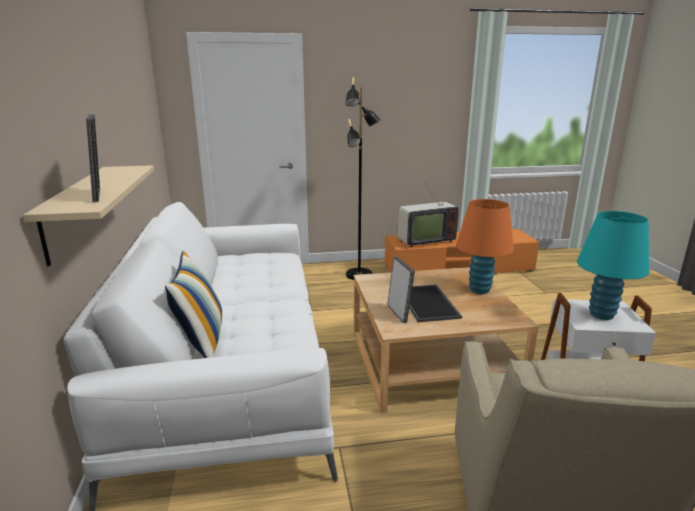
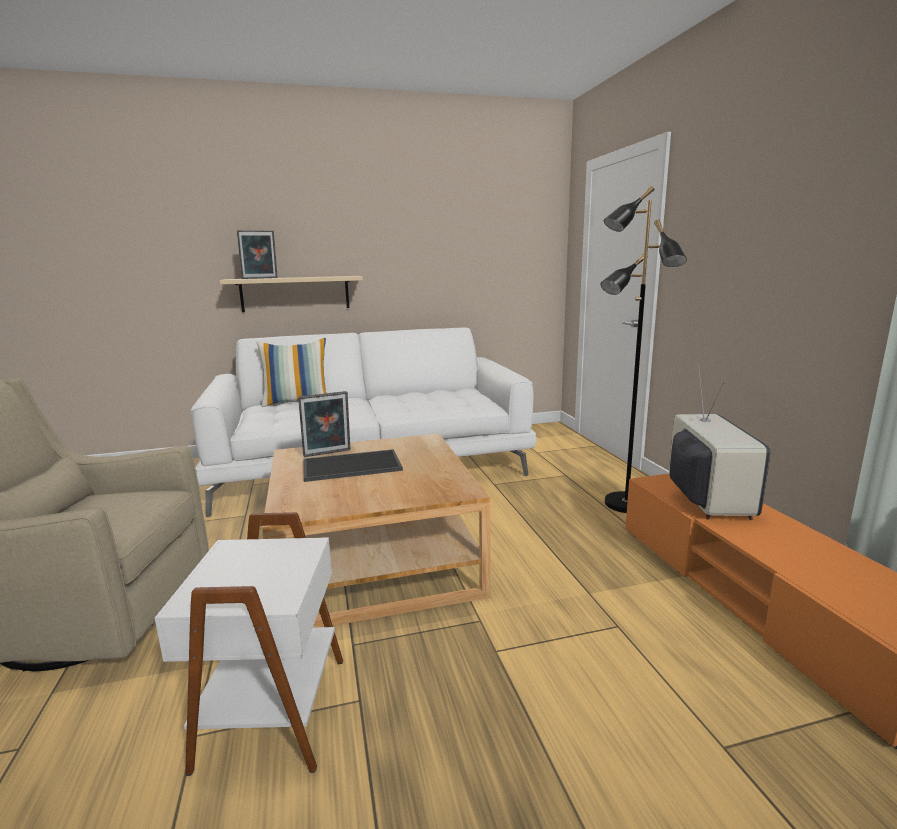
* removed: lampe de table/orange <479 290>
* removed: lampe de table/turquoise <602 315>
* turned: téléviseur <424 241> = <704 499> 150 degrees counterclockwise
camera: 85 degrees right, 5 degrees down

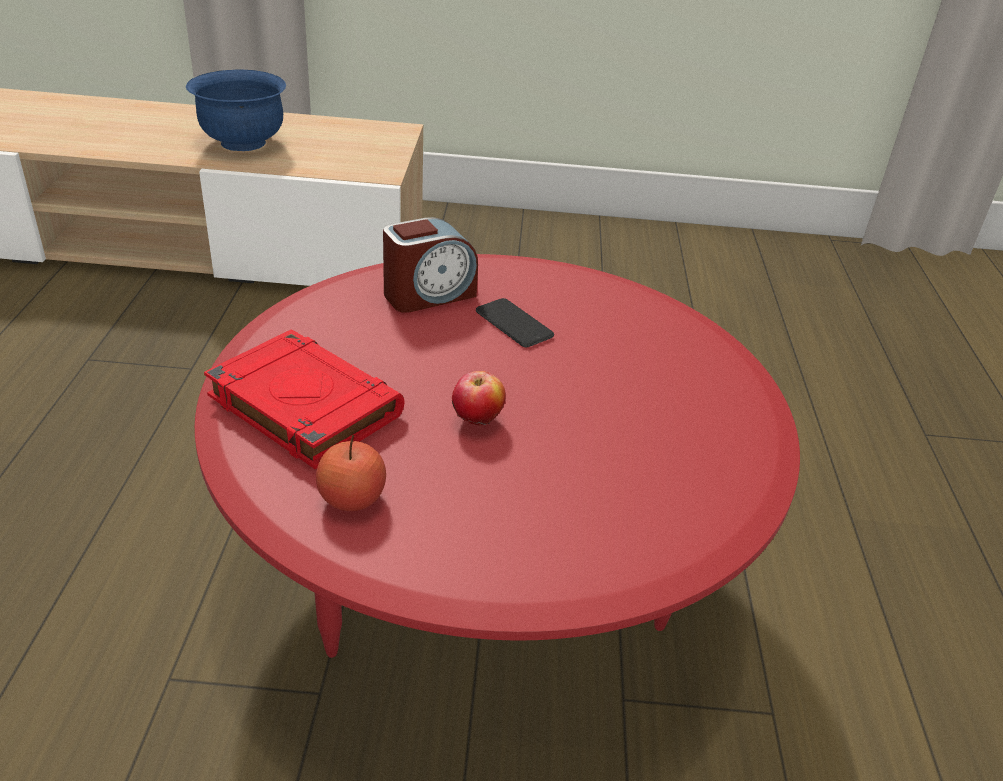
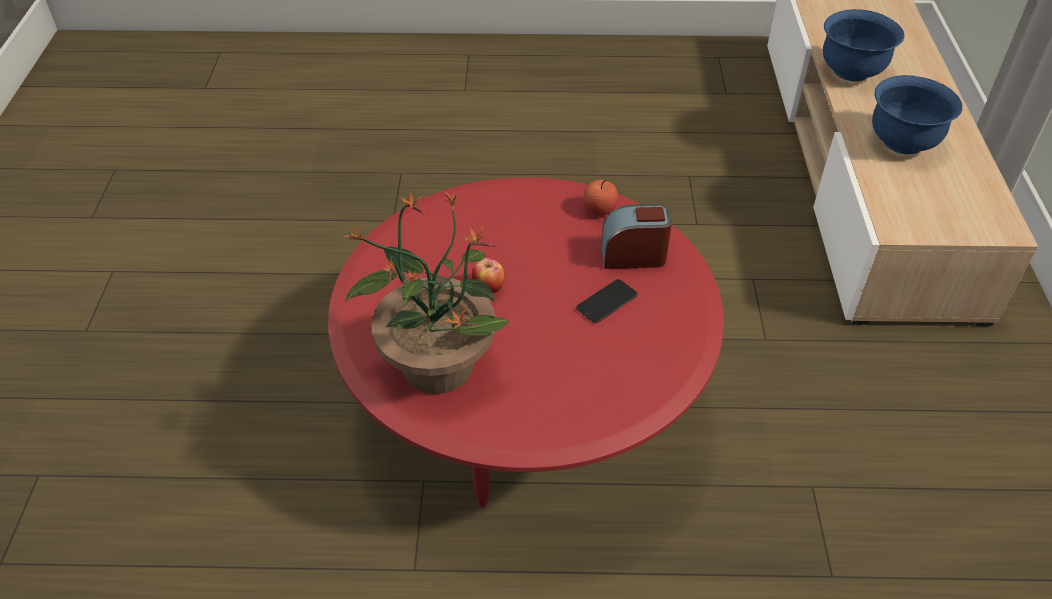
* removed: livre/rouge <302 405>
* added: plante en pot <437 364>
* added: bol/bleu <852 71>
* moved: pomme <352 499> to <599 210>
* turned: réveil <428 295> = <633 255> 120 degrees clockwise
camera: 90 degrees right, 10 degrees up

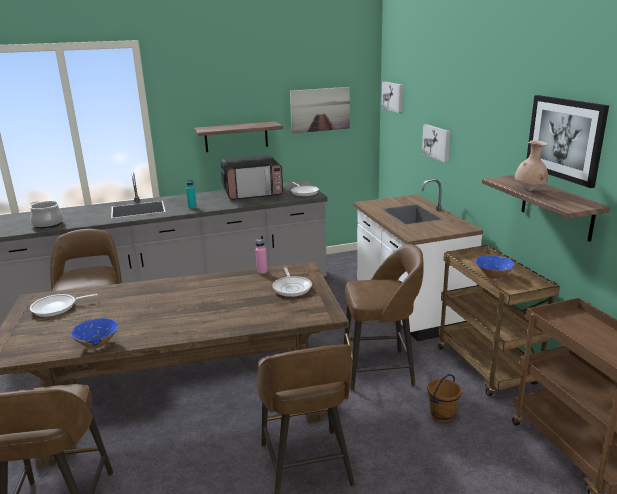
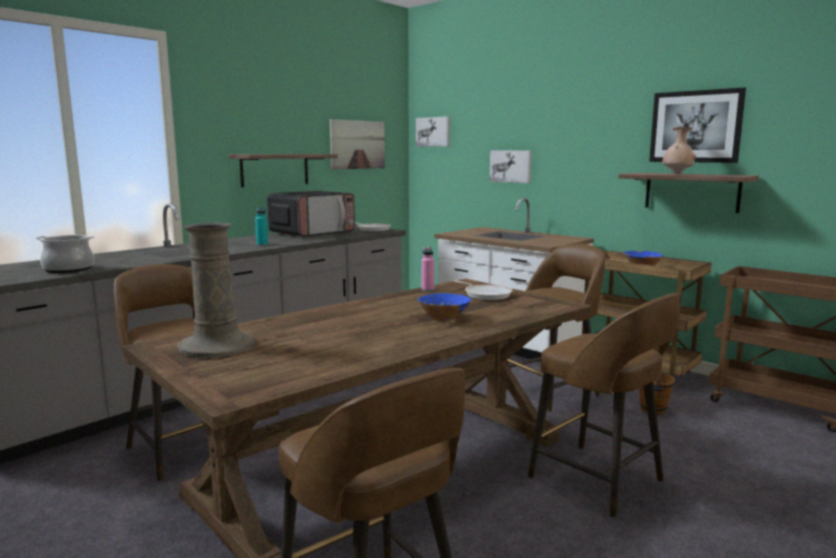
* moved: bol/bleu <97 344> to <443 318>
* replaced: poêle <57 308> to vase/beige <218 346>
camera: 30 degrees left, 10 degrees down

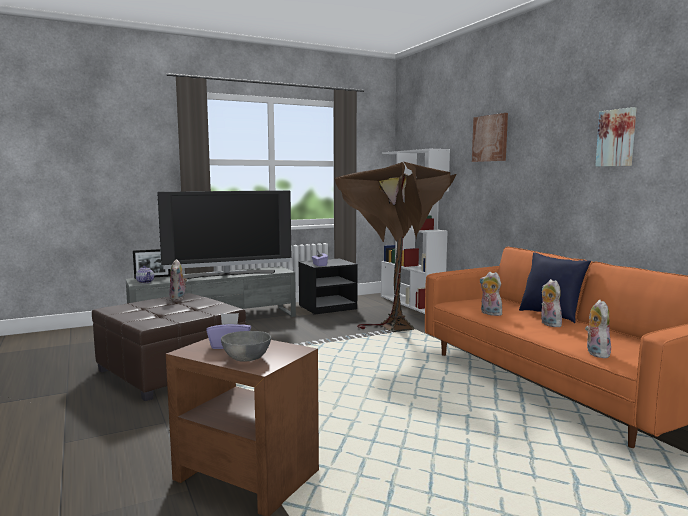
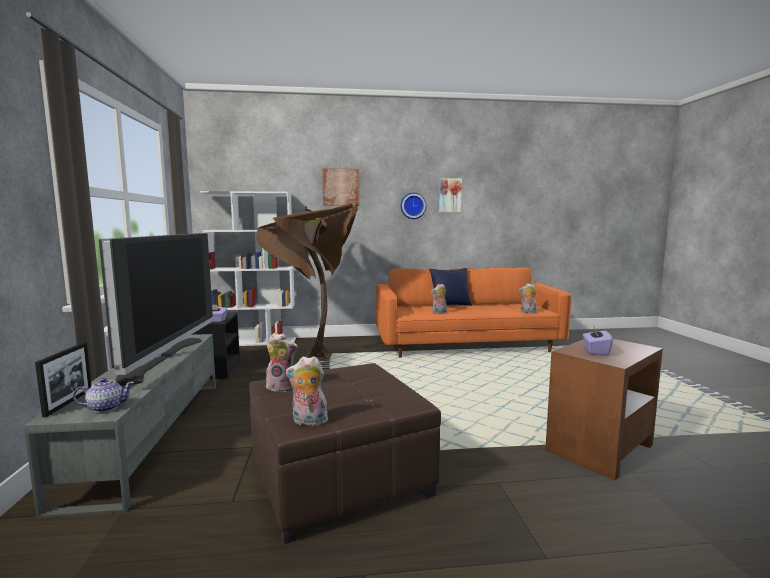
* removed: bol/gris <245 359>
* added: horloge murale <413 206>
* moved: peluche <548 324> to <308 422>
camera: 70 degrees left, 0 degrees up

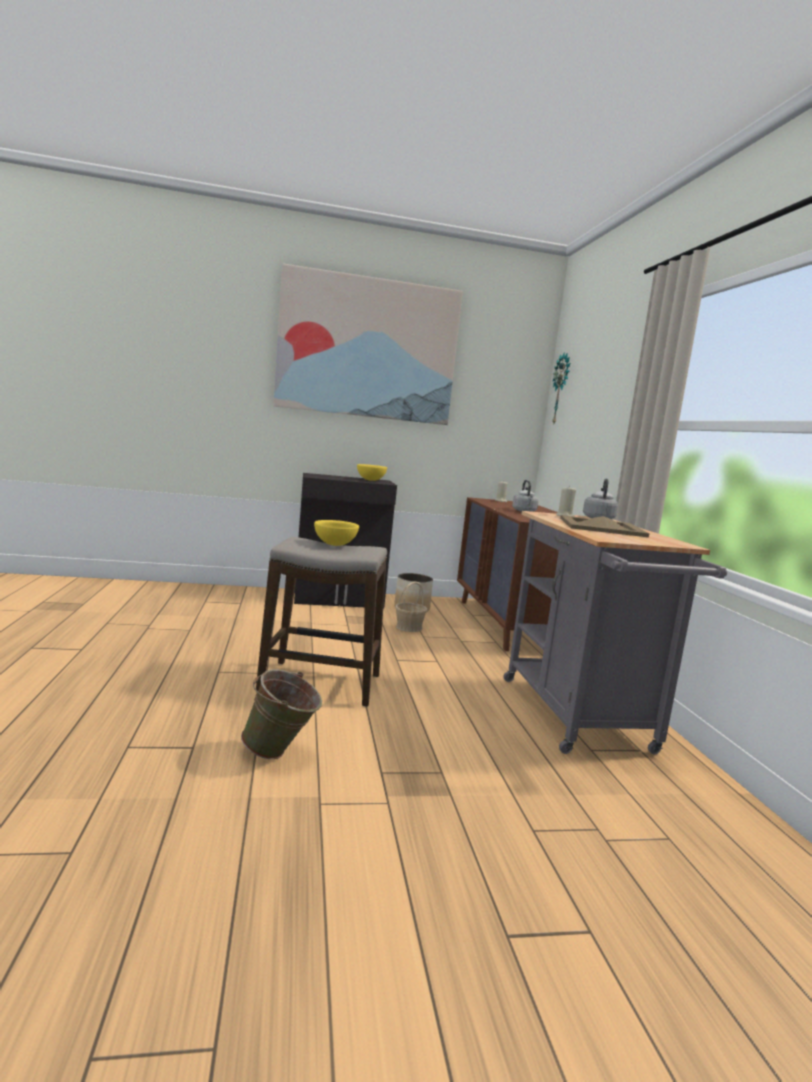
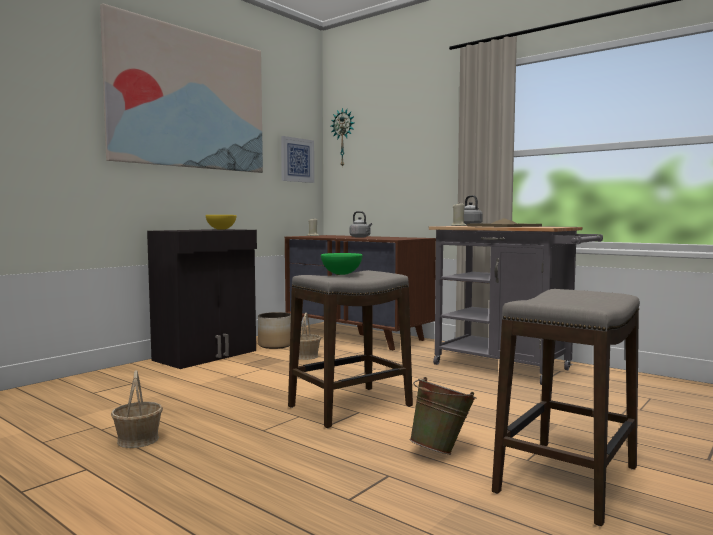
* added: panier <138 440>
* added: tableau <297 160>
* added: tabouret <568 480>
* recoloured: bol/jaune <335 544> to bol/vert <341 274>
camera: 40 degrees left, 5 degrees down

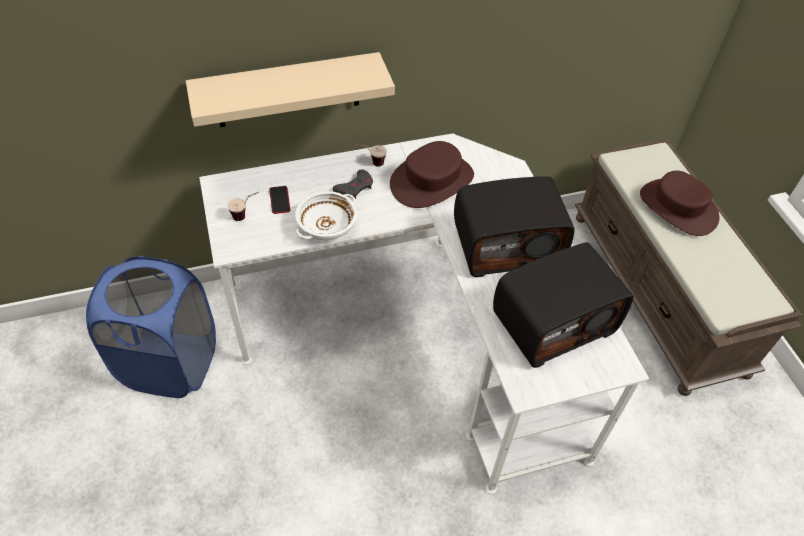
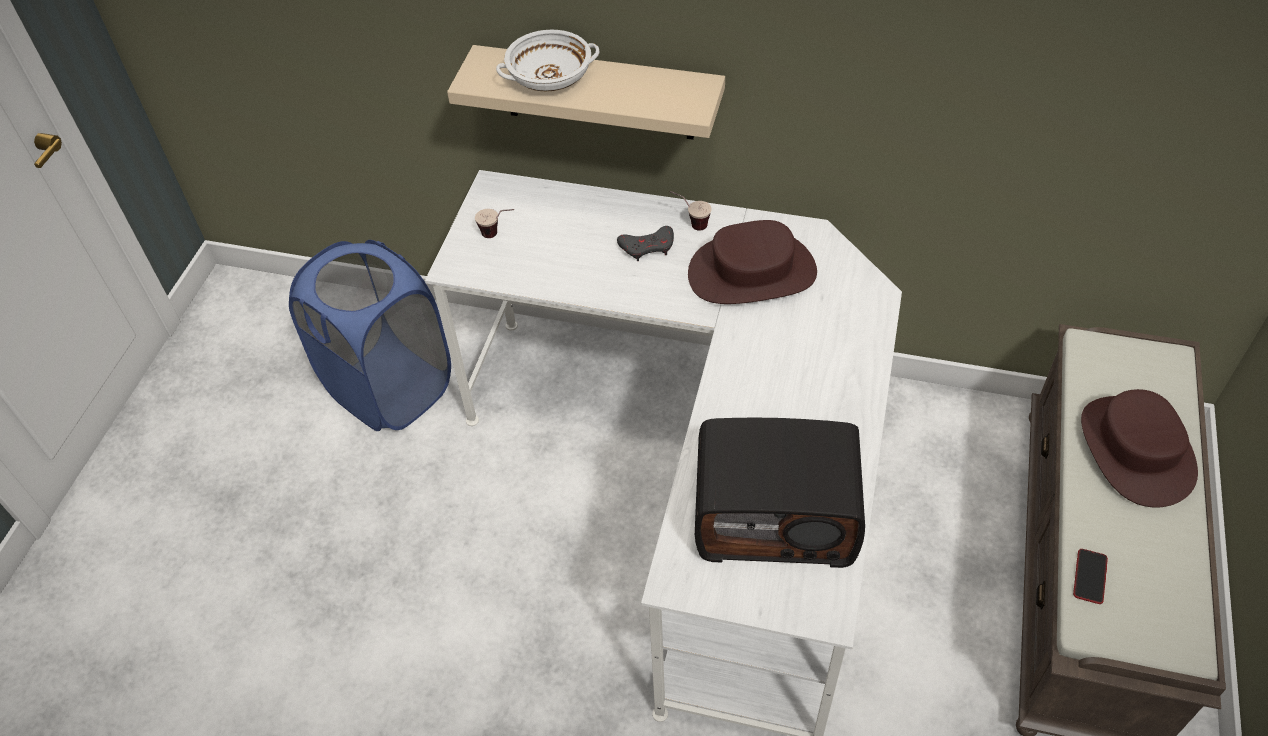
* removed: radio <507 245>
* moved: téléphone <280 200> to <1090 576>
* moved: bol/blanc <327 227> to <549 79>
camera: 35 degrees right, 0 degrees up

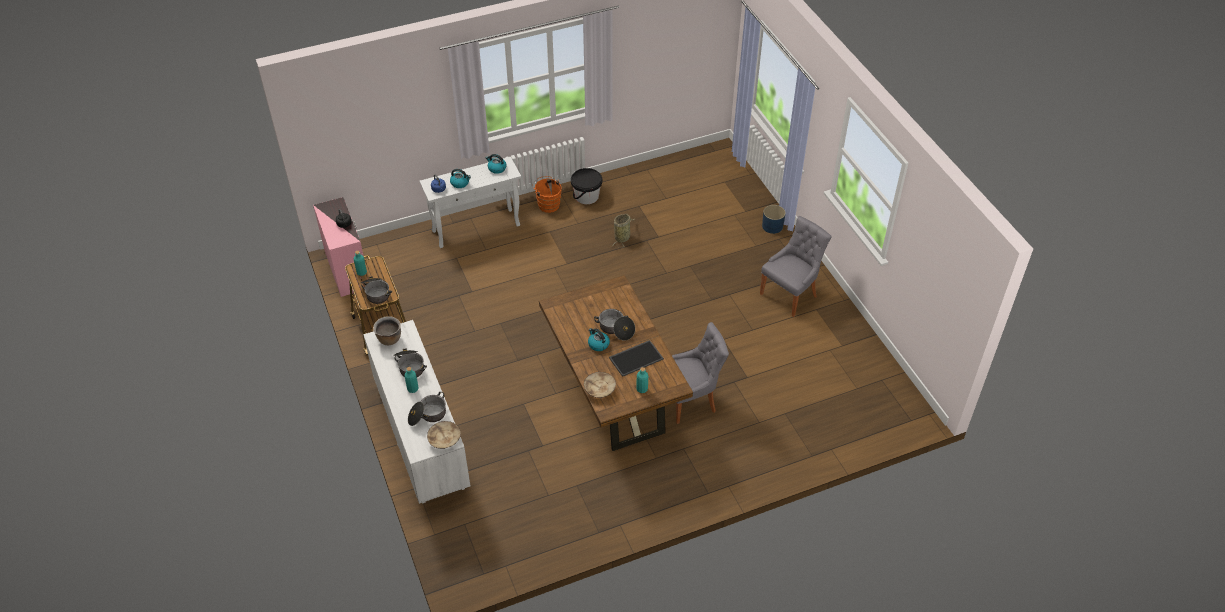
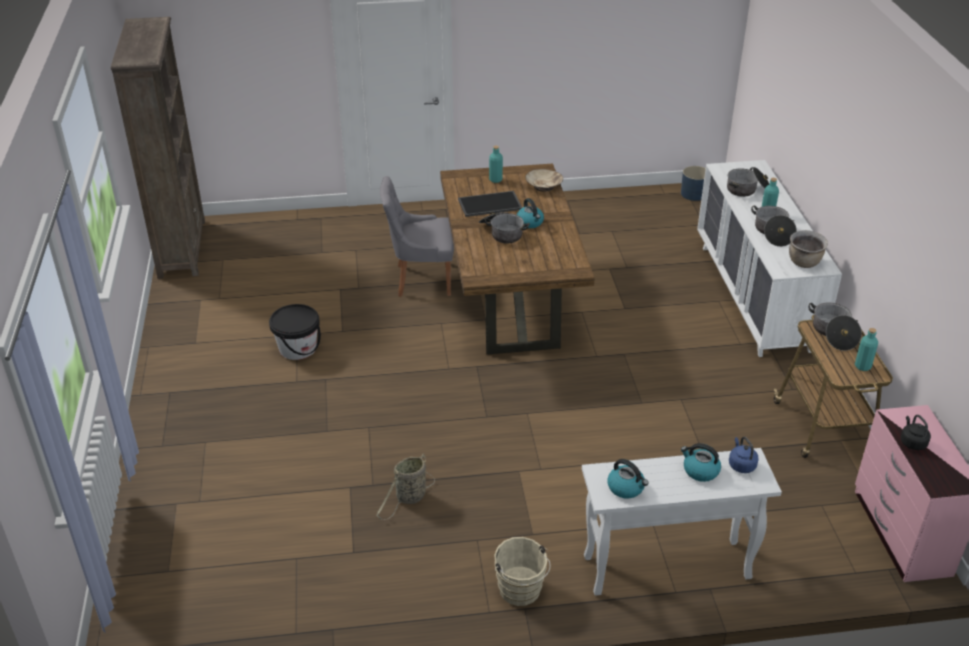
* removed: bol/beige <444 439>
* removed: chaise/gris <790 294>
* added: bibliothèque/marron <182 248>
* moved: seau/noir <586 196> to <298 348>
* moved: cache-pot/bleu <772 226> to <693 194>
* recoloured: seau/orange <548 204> to seau/beige <521 592>
camera: 165 degrees left, 10 degrees down

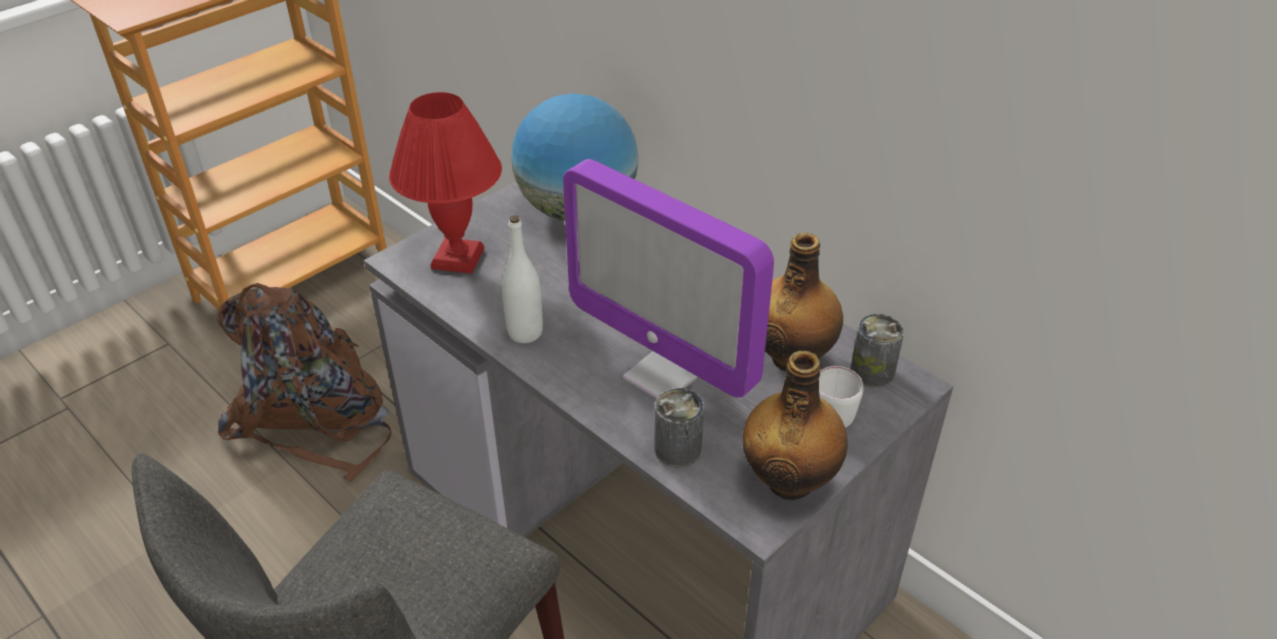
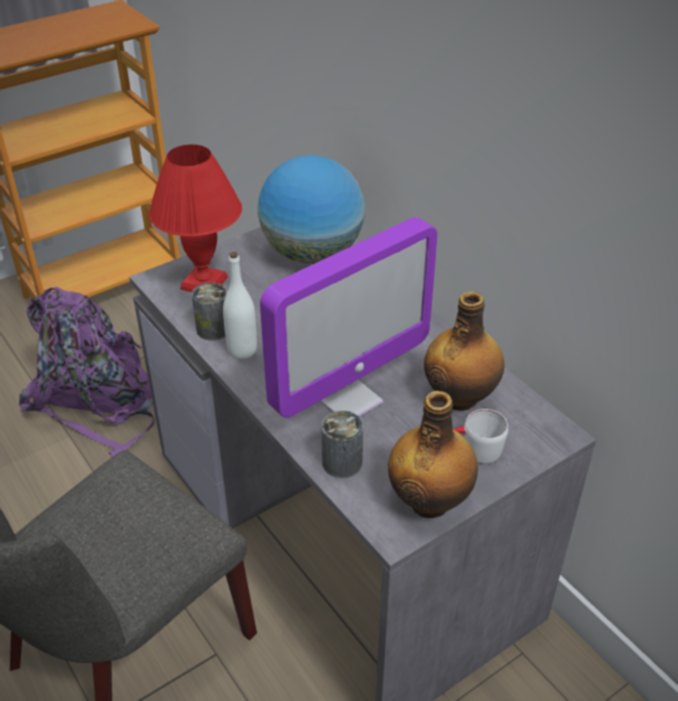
* moved: boîte métallique <872 372> to <213 329>
* recoloured: sac à dos/marron <314 417> to sac à dos/violet <97 402>
* turned: écran d'ordinateur <664 374> = <347 399> 90 degrees counterclockwise
camera: 10 degrees right, 0 degrees up

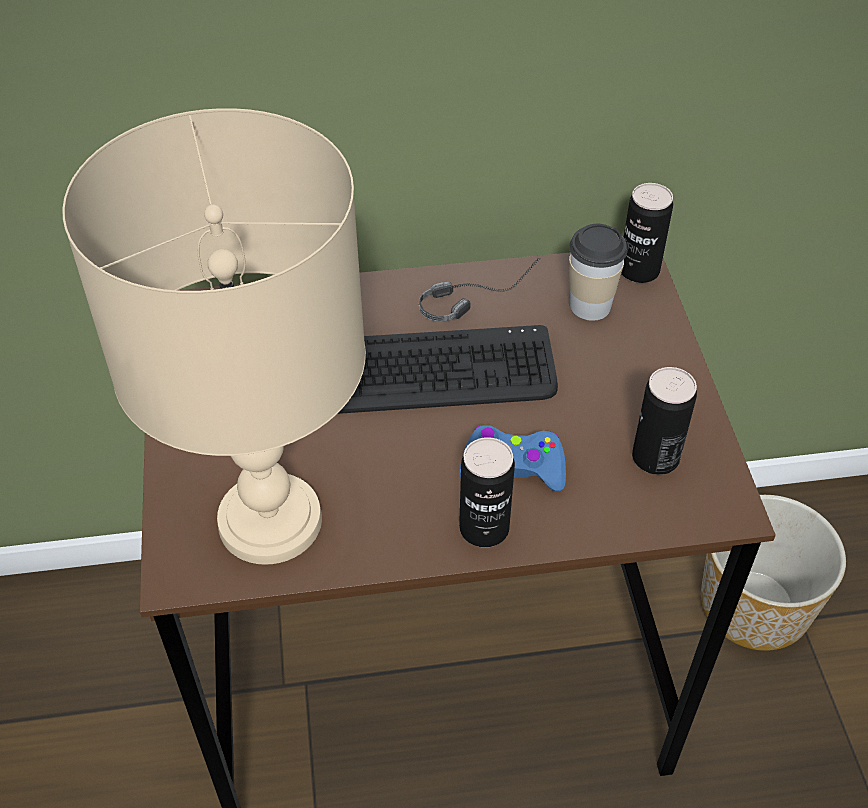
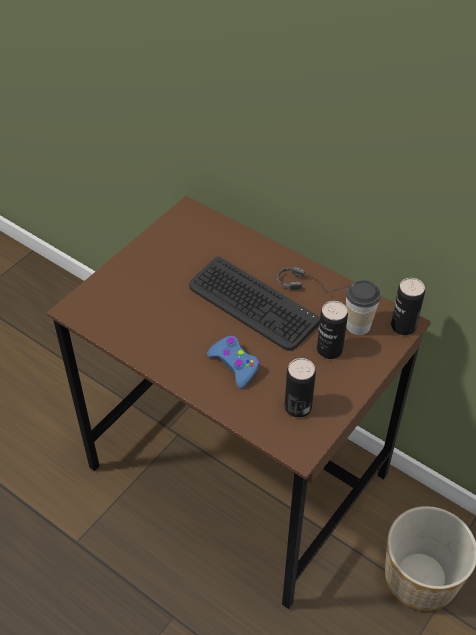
* removed: lampe de table/beige <268 519>
* moved: boîte métallique <484 528> to <329 349>
camera: 45 degrees right, 0 degrees up

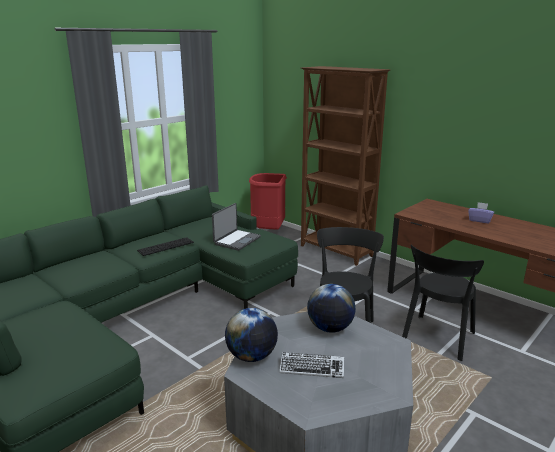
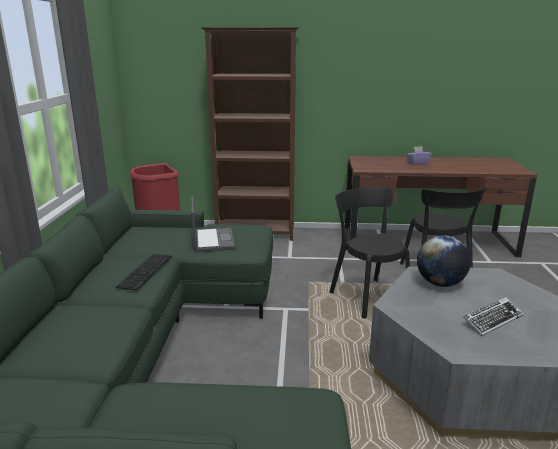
* removed: globe <251 356>
camera: 40 degrees left, 0 degrees up

